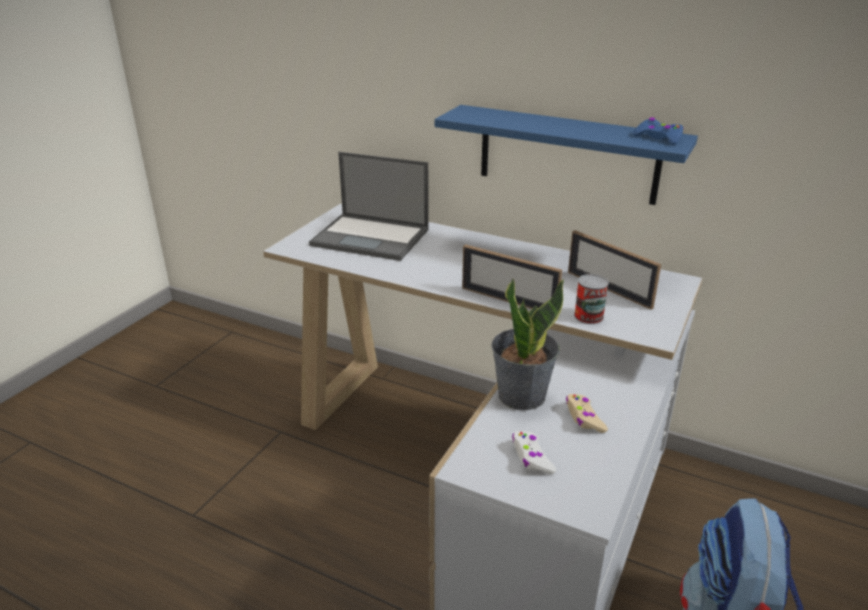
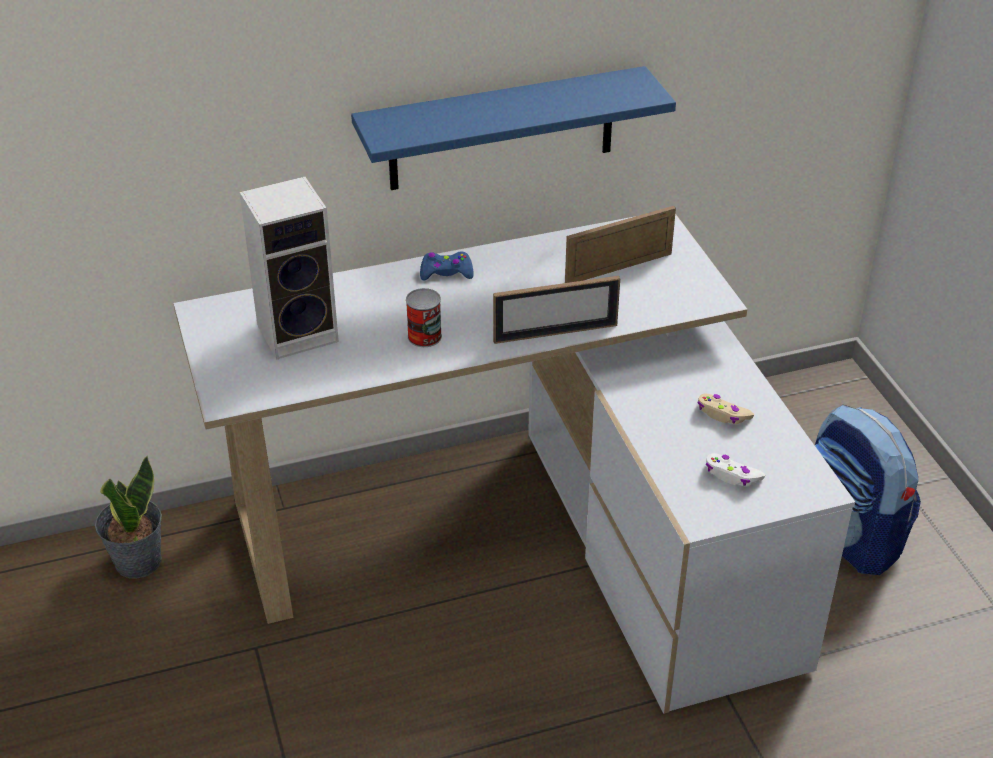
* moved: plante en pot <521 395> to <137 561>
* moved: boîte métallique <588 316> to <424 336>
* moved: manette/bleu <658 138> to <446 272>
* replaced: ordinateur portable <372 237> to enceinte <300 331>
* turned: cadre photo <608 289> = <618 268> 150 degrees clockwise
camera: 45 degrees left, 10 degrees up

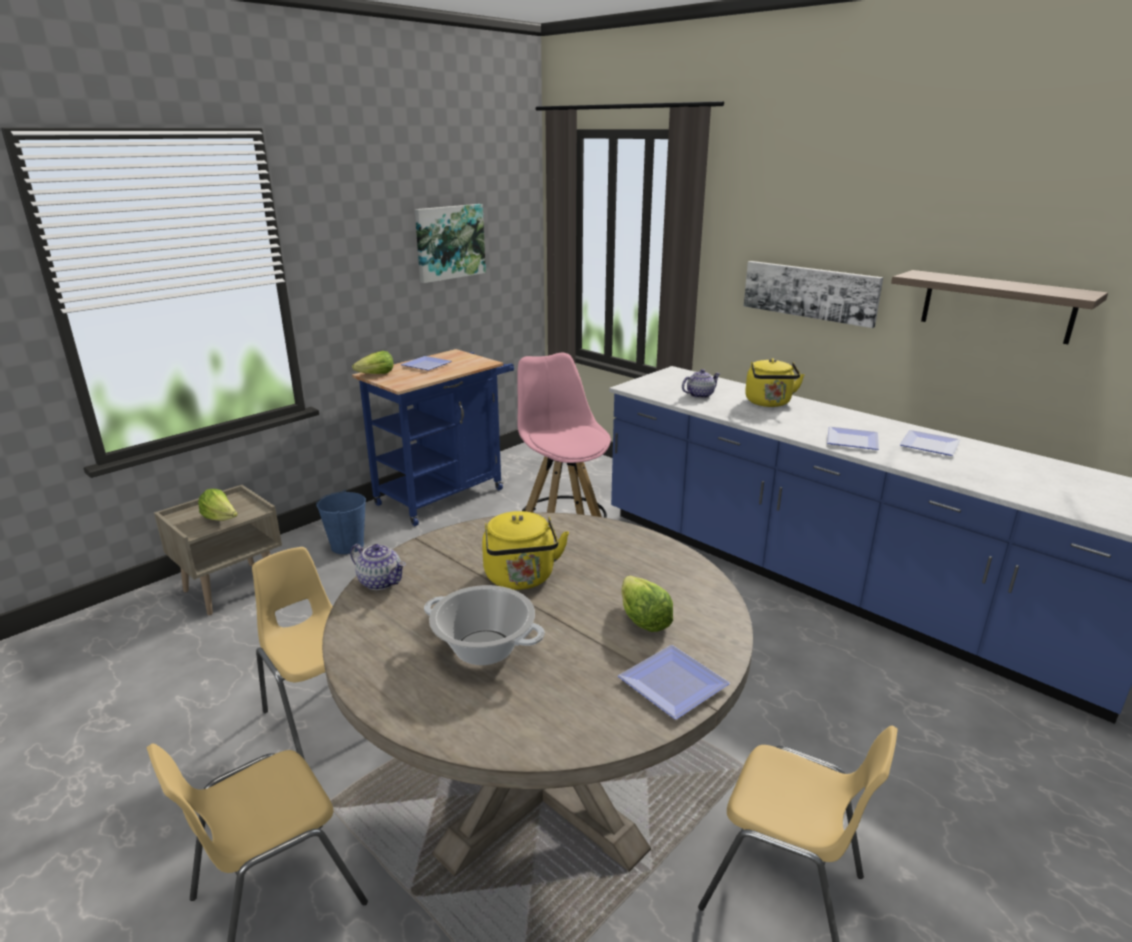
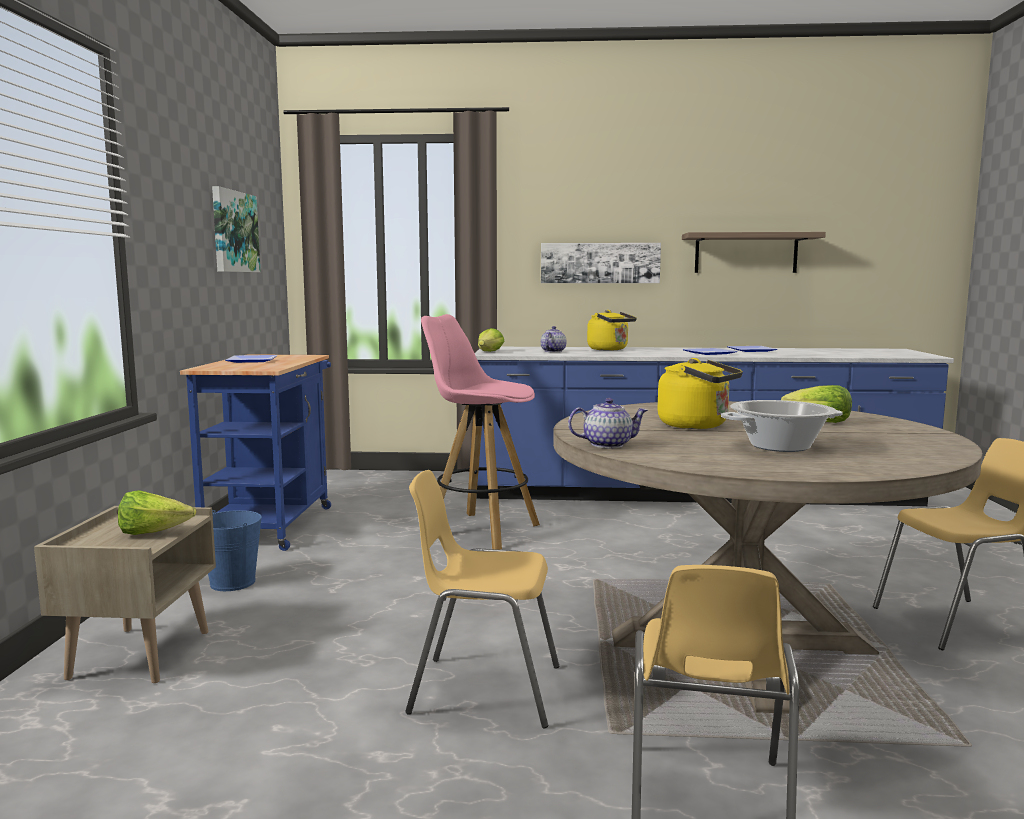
* removed: assiette <673 682>
* moved: laitue <376 375> to <489 352>
camera: 40 degrees left, 15 degrees down

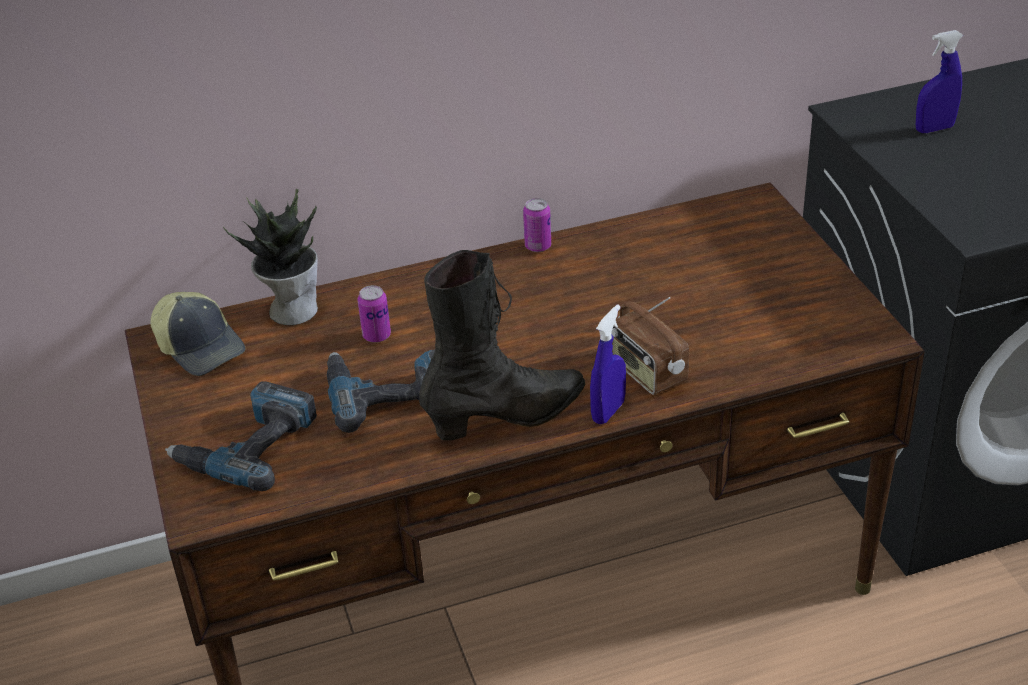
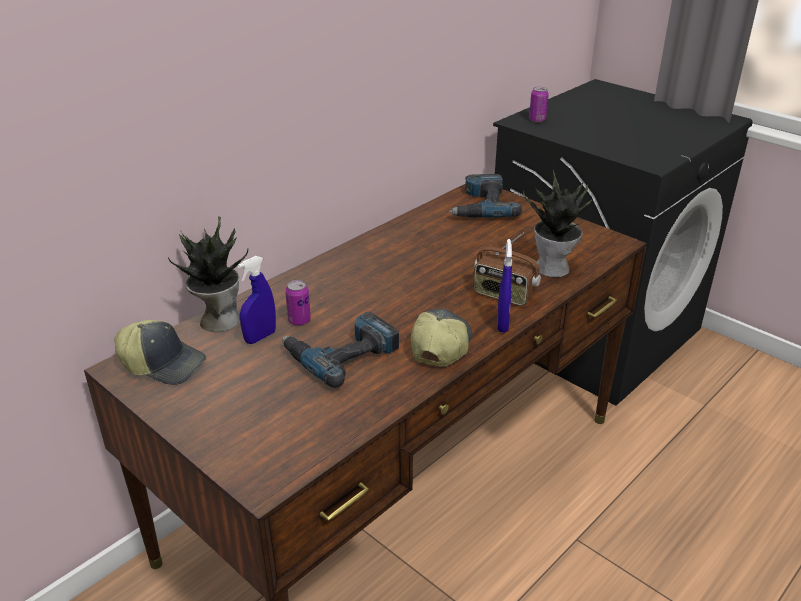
* added: plante en pot <553 268>
* moved: perceuse <248 445> to <481 205>
* moved: boîte métallique <538 246> to <537 120>
* moved: vaporisateur/bleu <934 129> to <260 337>
* replaced: botte/noir <507 417> to casquette <440 345>
camera: 30 degrees left, 5 degrees down

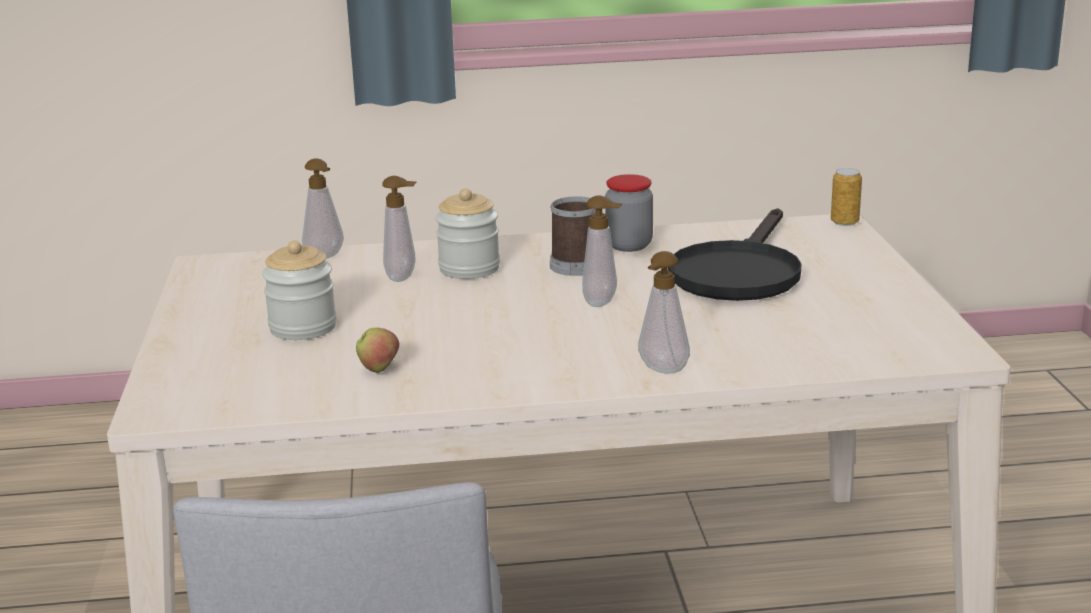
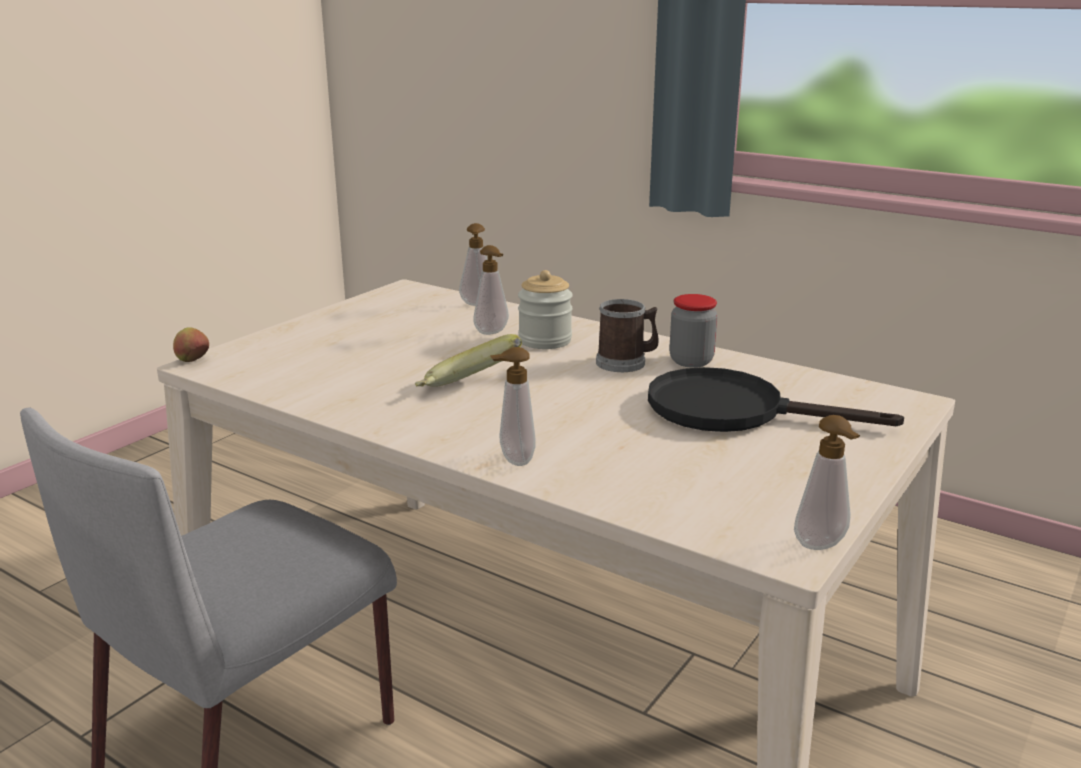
* removed: bocal <303 327>
* removed: boîte métallique <844 222>
* added: banane <468 390>
* moved: pomme <379 370> to <193 361>
* moved: distributeur de savon <603 303> to <822 546>
* turned: poêle/noir <738 272> = <734 411> 45 degrees clockwise
camera: 40 degrees right, 0 degrees up

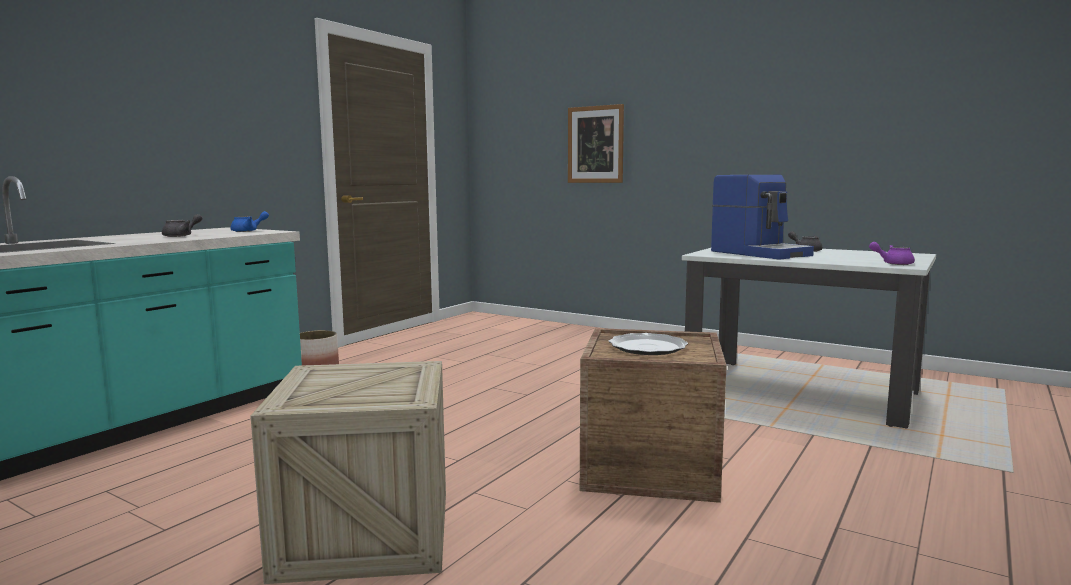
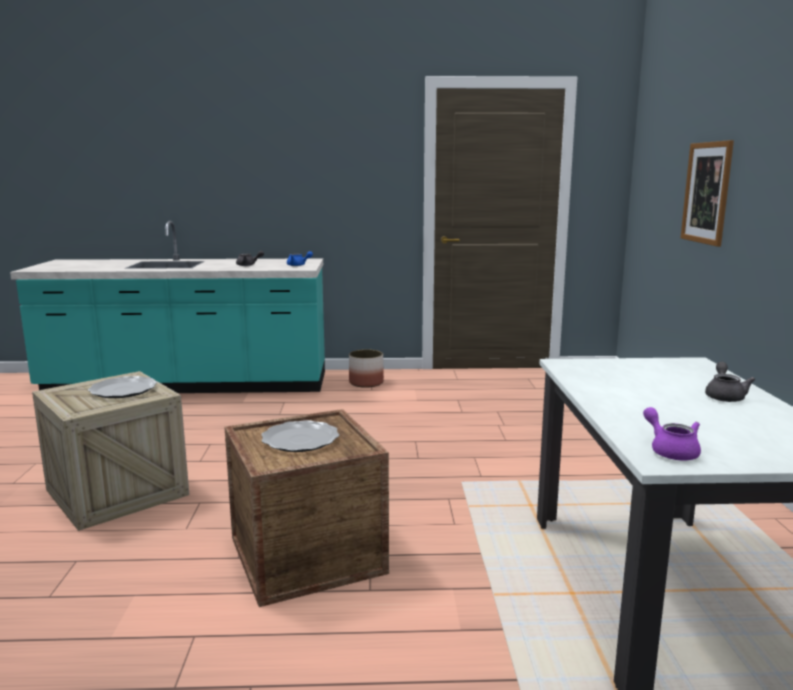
* removed: machine à café <760 253>
* added: assiette <123 390>
camera: 55 degrees right, 5 degrees up

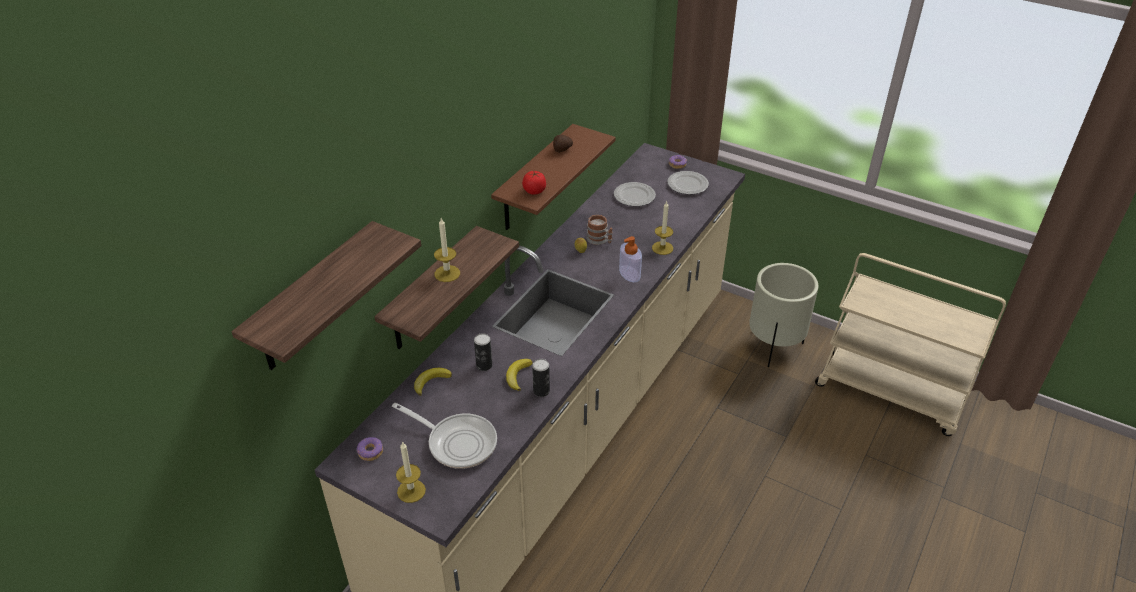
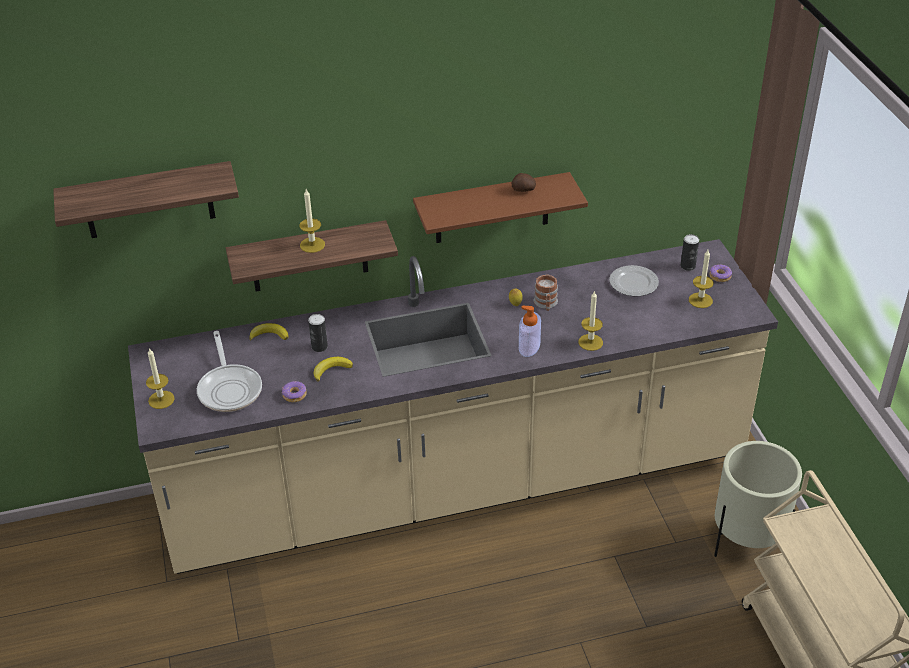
* removed: tomate <534 191>
* moved: beignet <370 452> to <294 395>
* moved: boîte métallique <541 391> to <687 266>
* replaced: assiette <687 185> to bougie <700 300>
camera: 45 degrees right, 0 degrees up

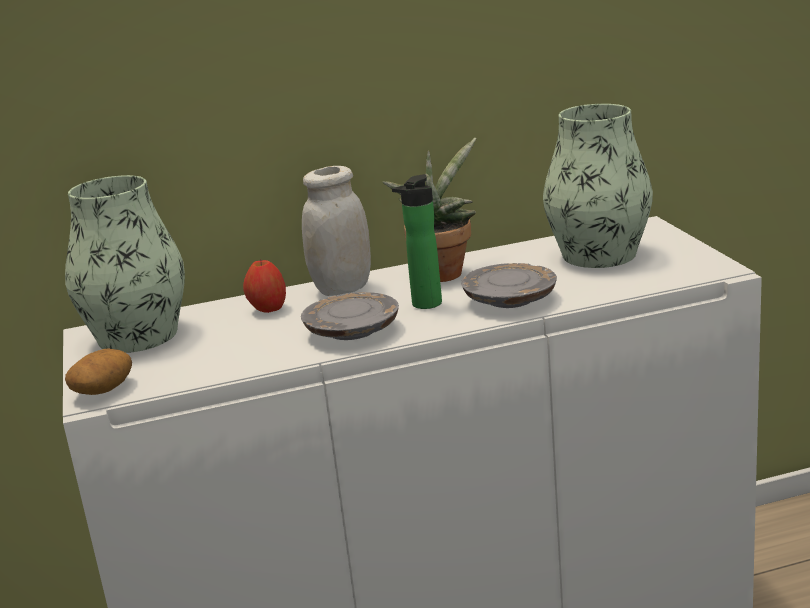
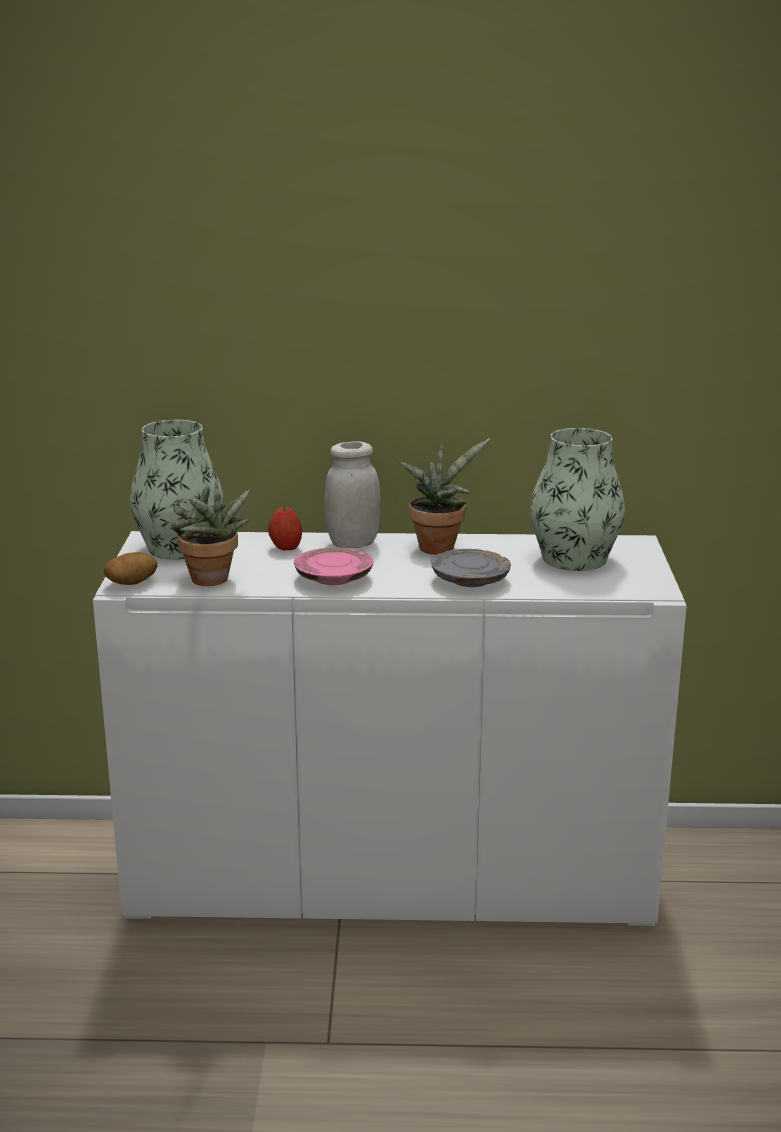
* removed: bouteille <424 305>
* added: plante en pot <211 581>
* recoloured: assiette/gris <351 331> to assiette/rose <333 578>
camera: 15 degrees right, 0 degrees up

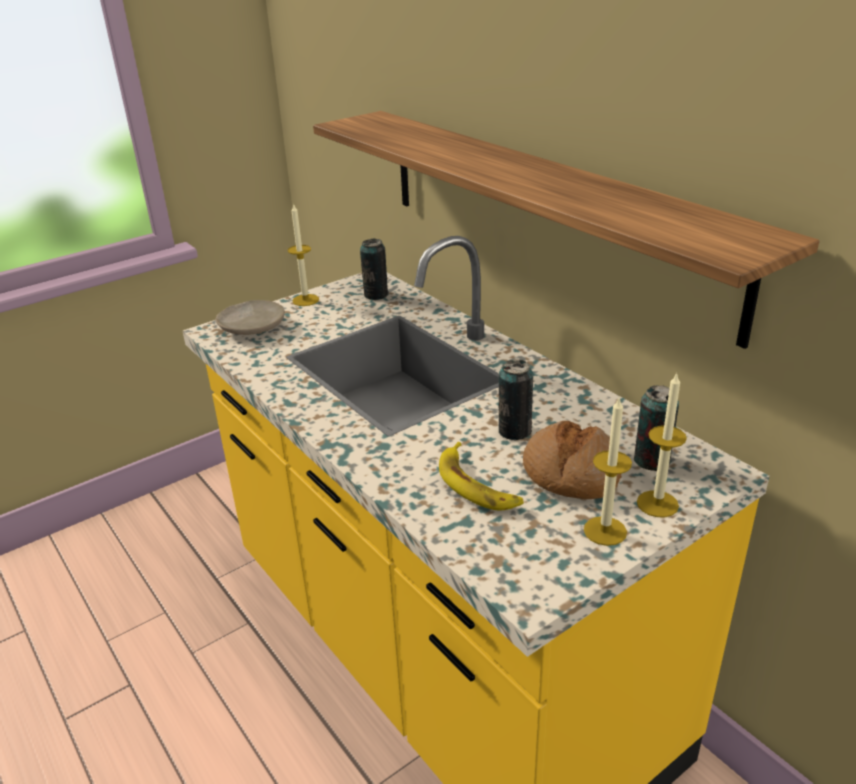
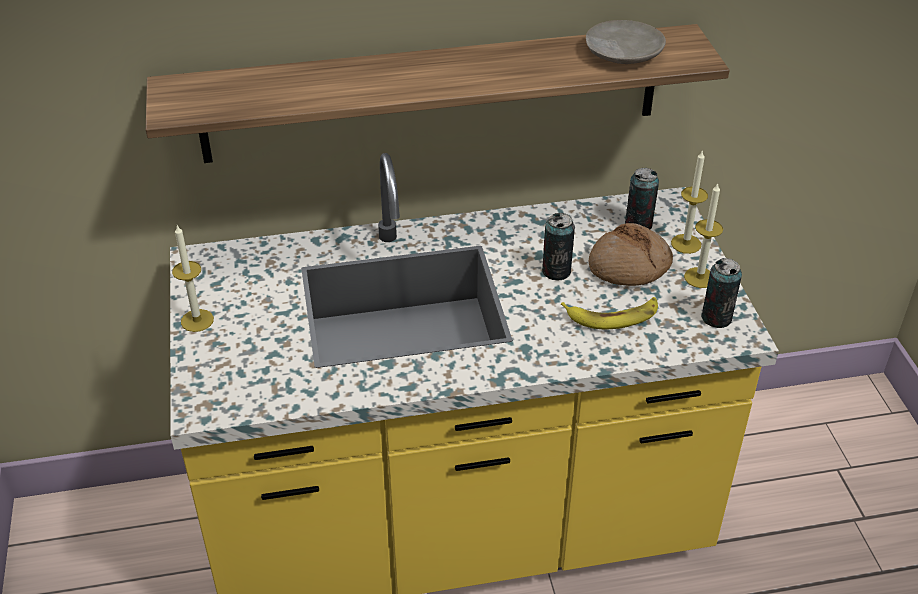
* moved: assiette/beige <252 327> to <622 54>
* moved: boîte métallique <376 295> to <716 318>
camera: 65 degrees left, 10 degrees up

